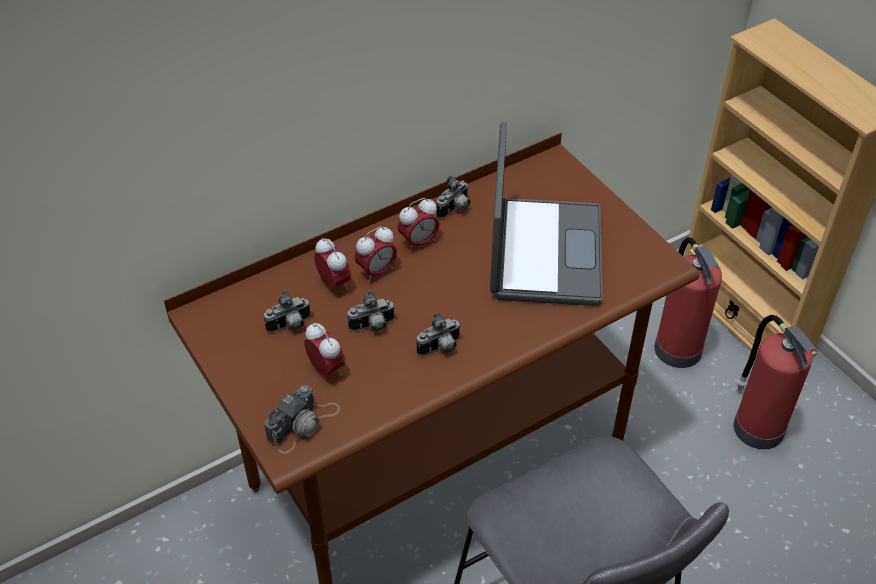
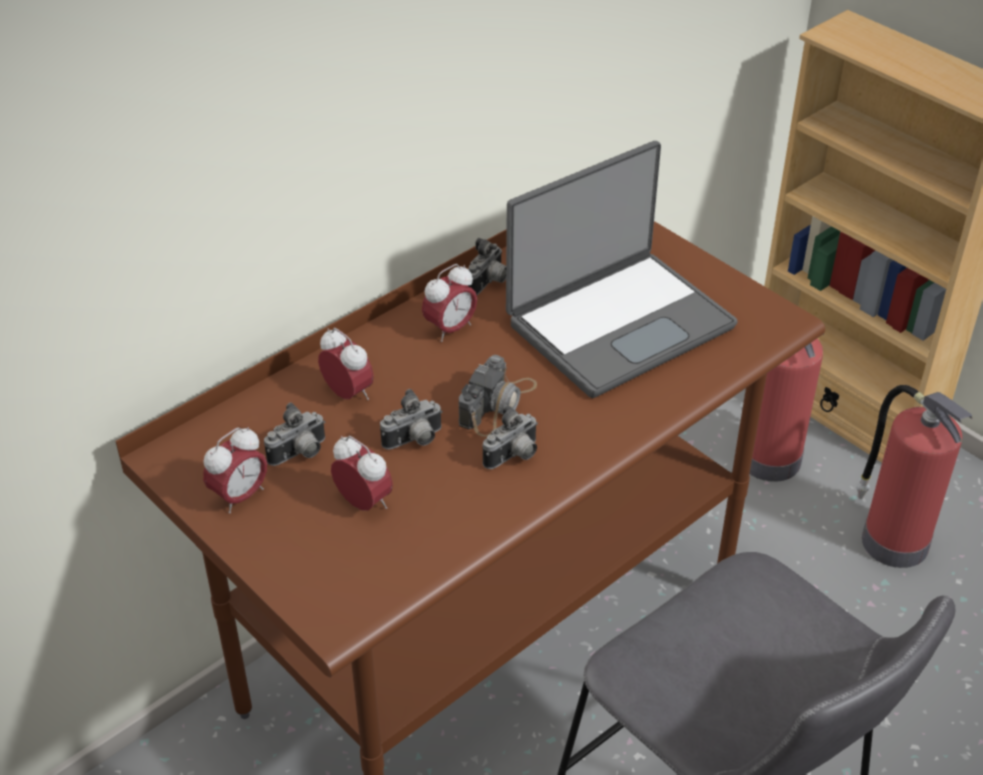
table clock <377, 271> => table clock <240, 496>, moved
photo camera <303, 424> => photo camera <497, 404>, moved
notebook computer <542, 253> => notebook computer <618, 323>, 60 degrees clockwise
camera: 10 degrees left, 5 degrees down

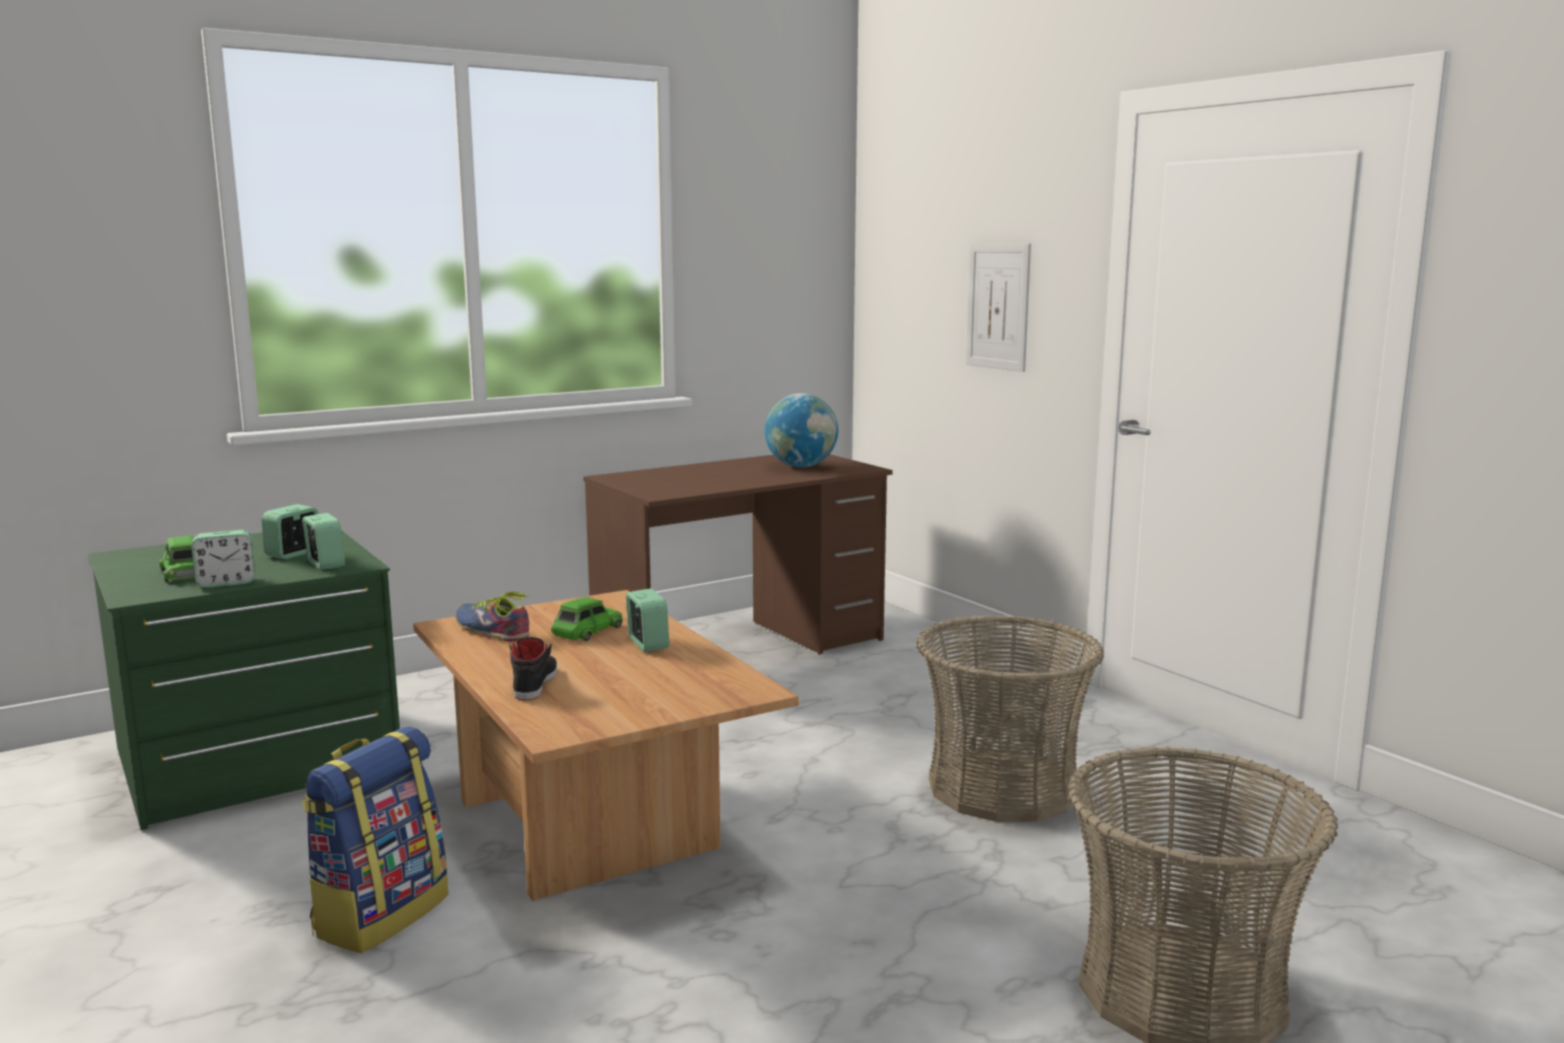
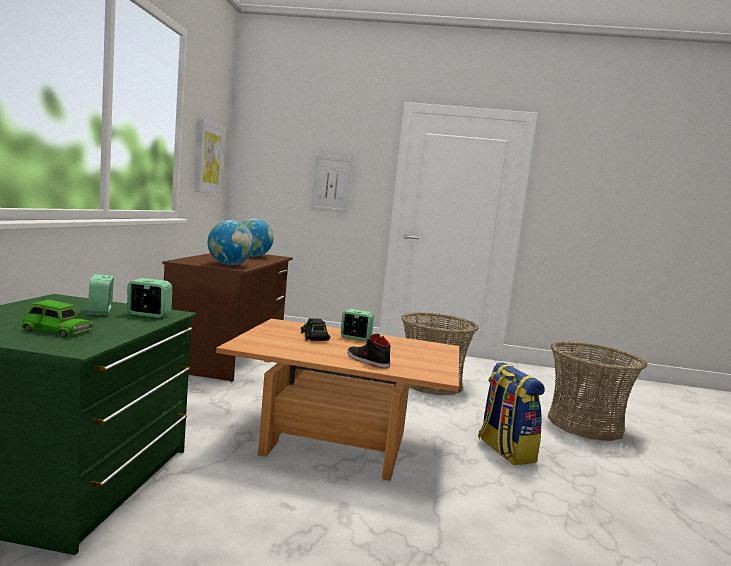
nothing => picture <209, 158>
nothing => desk globe <229, 265>
model car/greenish <587, 631> => model car/black-coloured <314, 337>
backpack <380, 914> => backpack <504, 451>, moved
table clock <226, 583> => nothing
shoe <491, 630> => nothing
camera: 50 degrees left, 5 degrees down

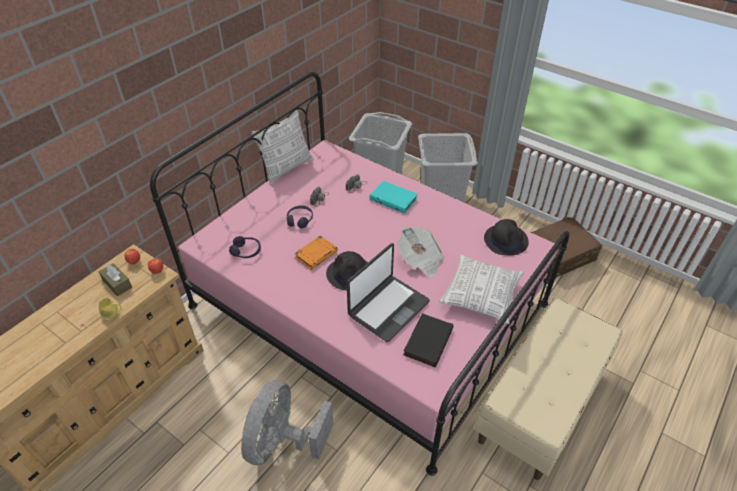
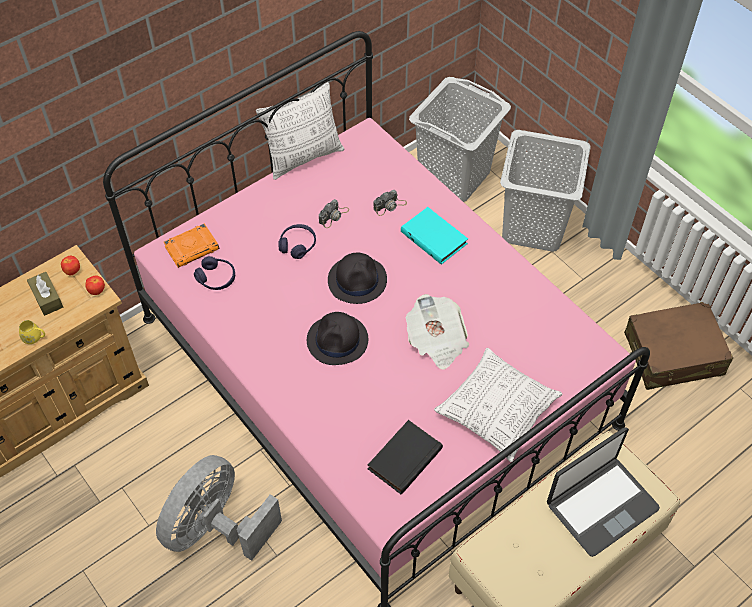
volume/orange-coloured <316, 254> => volume/orange-coloured <192, 248>, moved
clothing hat/black-coloured <506, 240> => clothing hat/black-coloured <357, 280>, moved
notebook computer <388, 308> => notebook computer <601, 505>, moved
camera: 15 degrees right, 10 degrees up

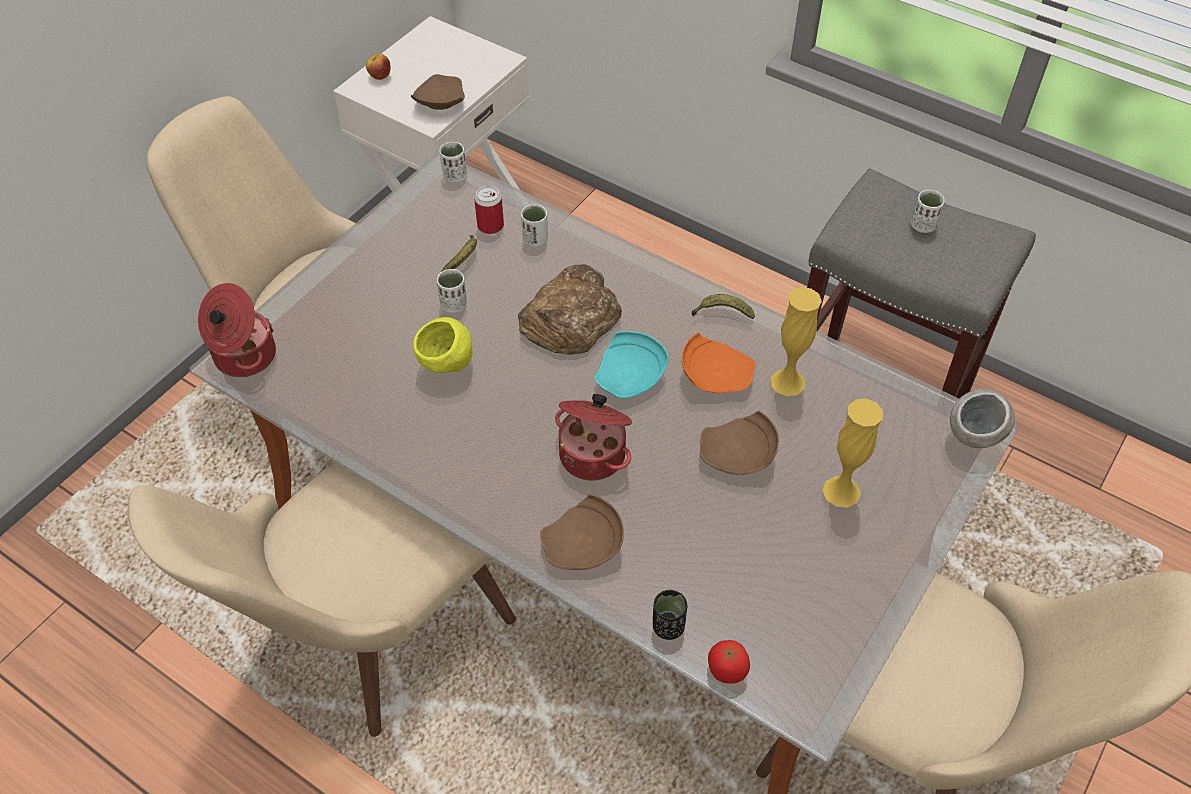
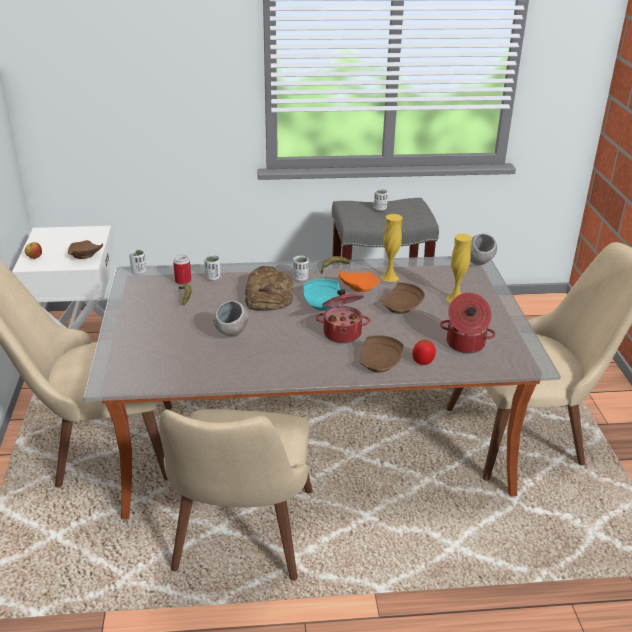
bowl/yellowish <447, 367> => bowl/gray <232, 335>
cup/white <454, 305> => cup/white <300, 278>, moved
fresh tomato <726, 672> => fresh tomato <423, 362>, moved
cooking pot <243, 356> => cooking pot <465, 344>, moved
cup/black-coloured <668, 626> => nothing
camera: 40 degrees left, 20 degrees down

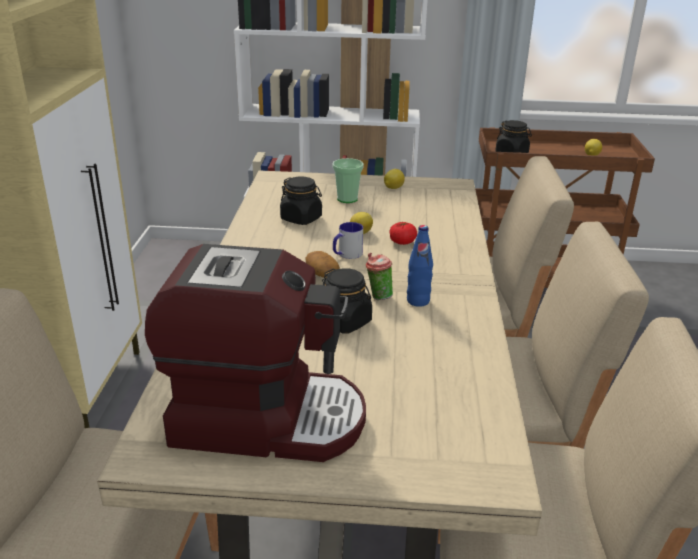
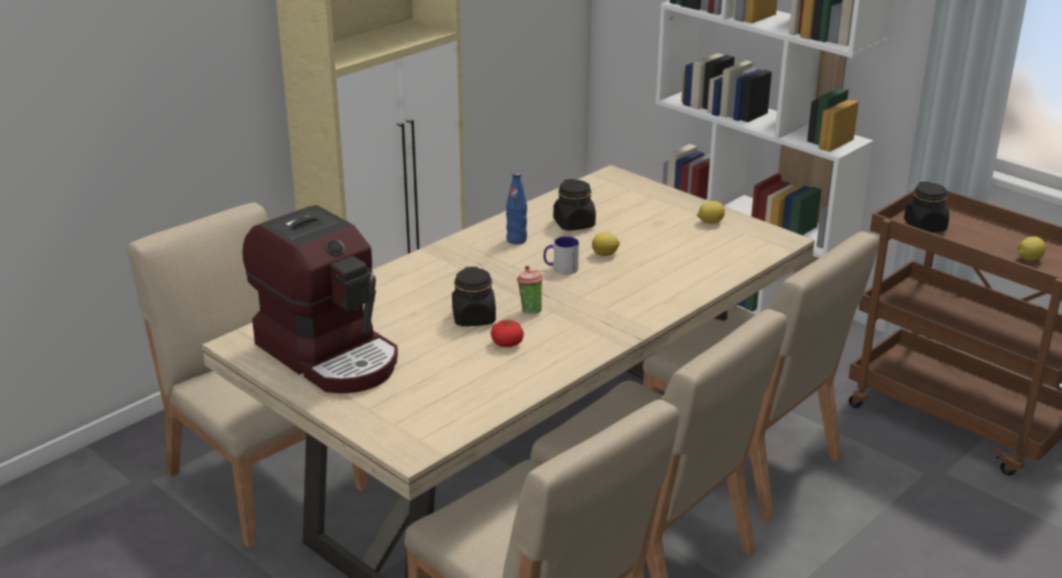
fresh tomato <402, 242> => fresh tomato <507, 343>, moved
bottle/bluish <418, 301> => bottle/bluish <516, 240>, moved
whole potato <321, 273> => nothing
cup <347, 199> => nothing
camera: 40 degrees right, 0 degrees up

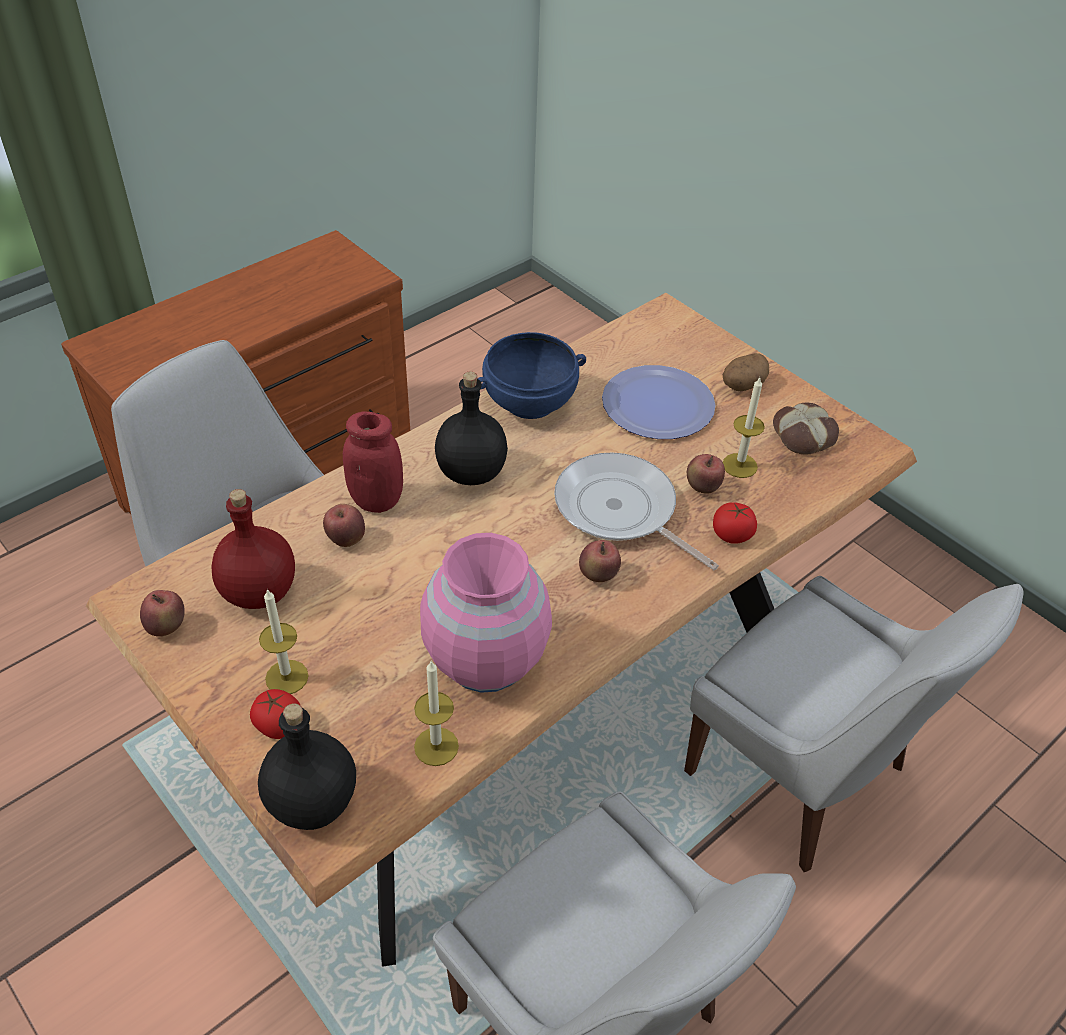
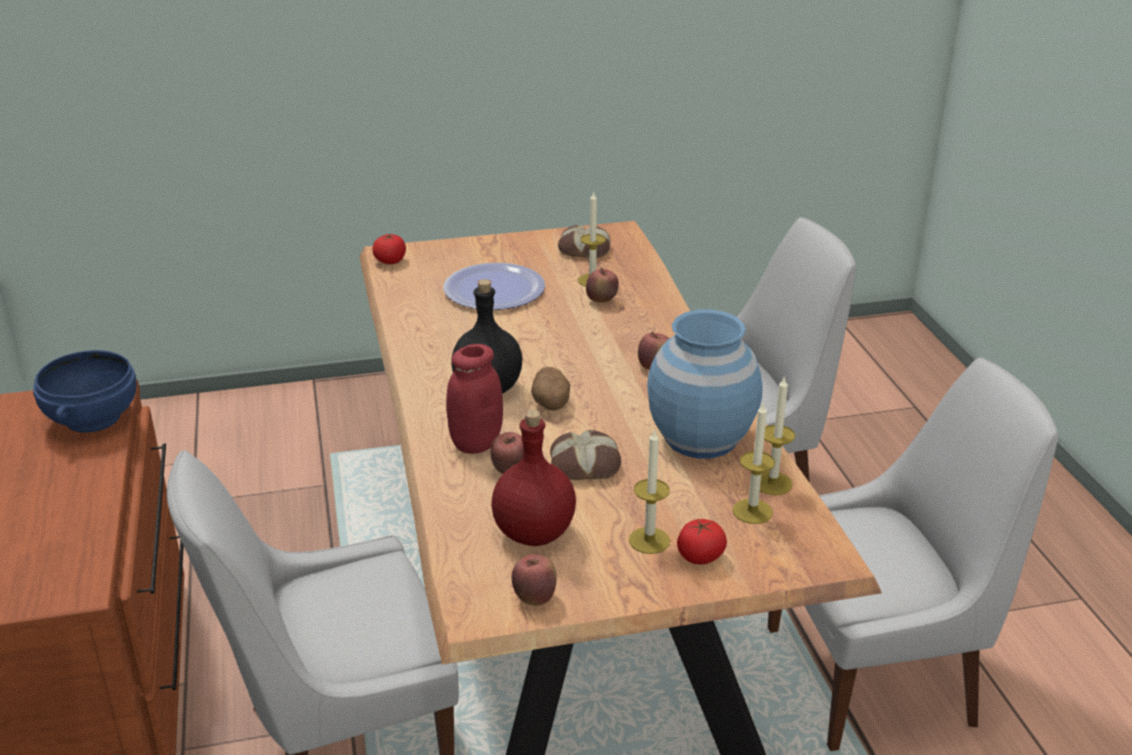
bowl/bluish <529, 401> => bowl/bluish <92, 418>, moved
fresh tomato <732, 535> => fresh tomato <390, 261>, moved
whole potato <742, 385> => whole potato <551, 404>, moved
nothing => baked bread <585, 463>
flower vase/pinkish <486, 658> => flower vase/bluish <700, 438>
nothing => candle <752, 511>
bottle/black-coloured <313, 803> => nothing
pan <620, 511> => nothing
camera: 60 degrees left, 15 degrees down

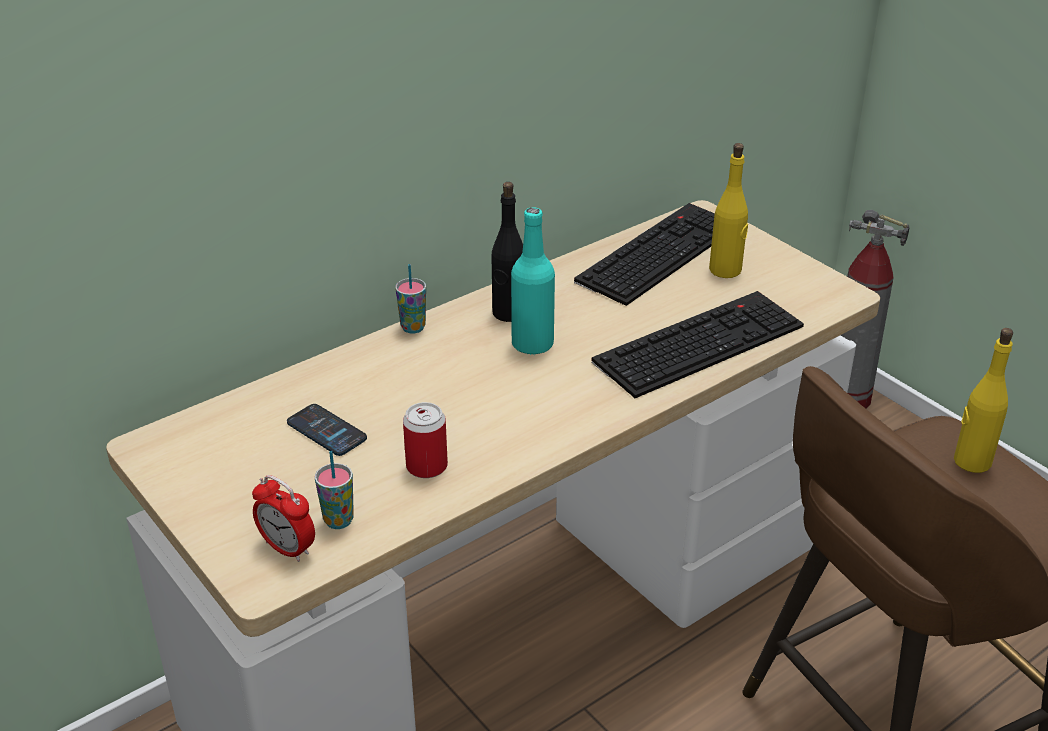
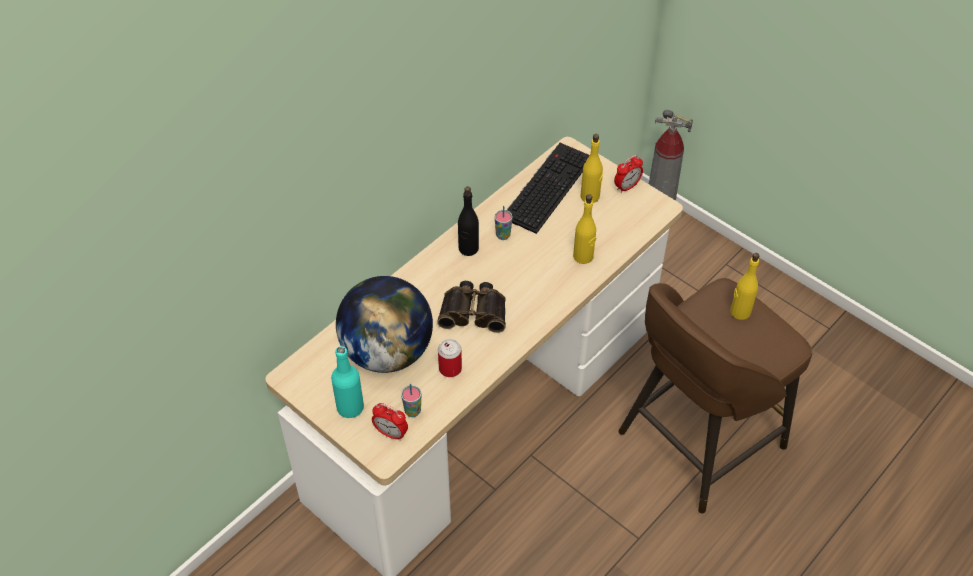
bottle/turquoise <532, 344> => bottle/turquoise <350, 408>, moved
handset <326, 431> => desk globe <387, 352>
nothing => field glasses <474, 311>
cup <413, 328> => cup <503, 235>, moved
computer keyboard <699, 342> => bottle/yellowish <583, 256>
nothing => table clock <627, 187>
camera: 10 degrees left, 15 degrees up

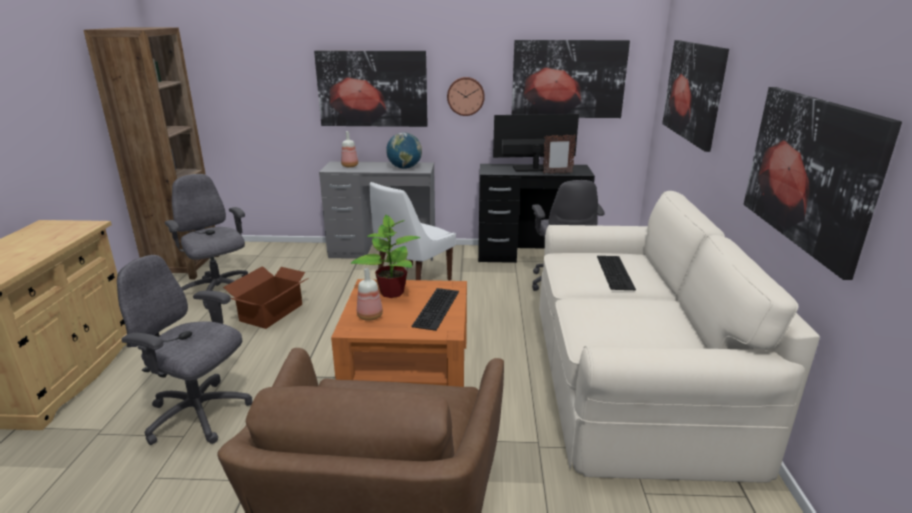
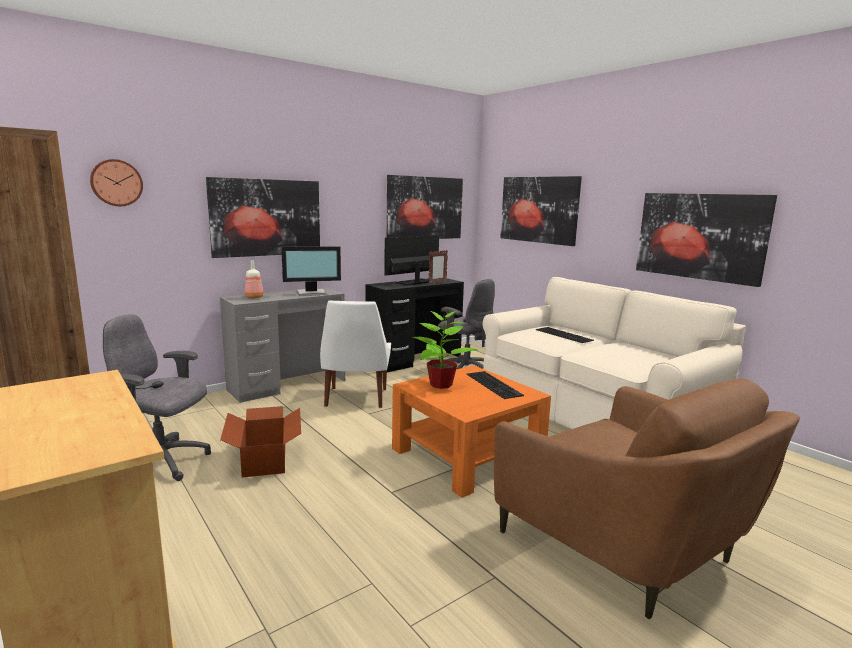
wall clock <465, 96> => wall clock <116, 183>, moved
desk globe <404, 168> => monitor <312, 293>
office chair/gray <199, 415> => nothing
bottle <369, 316> => nothing
camera: 40 degrees left, 10 degrees down

